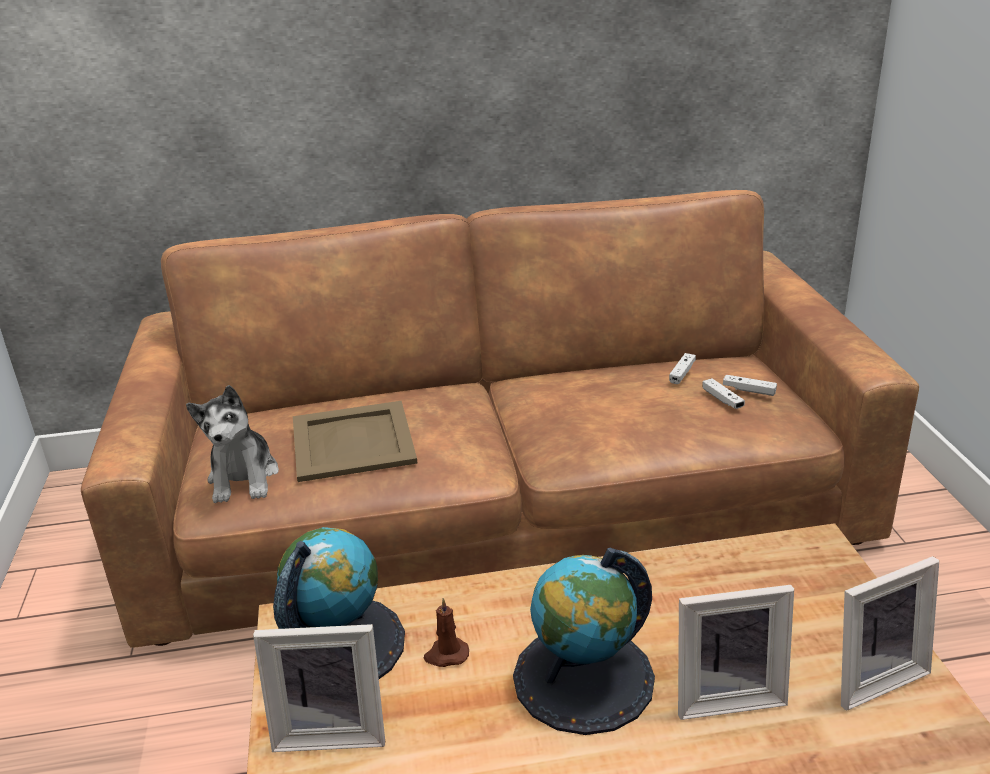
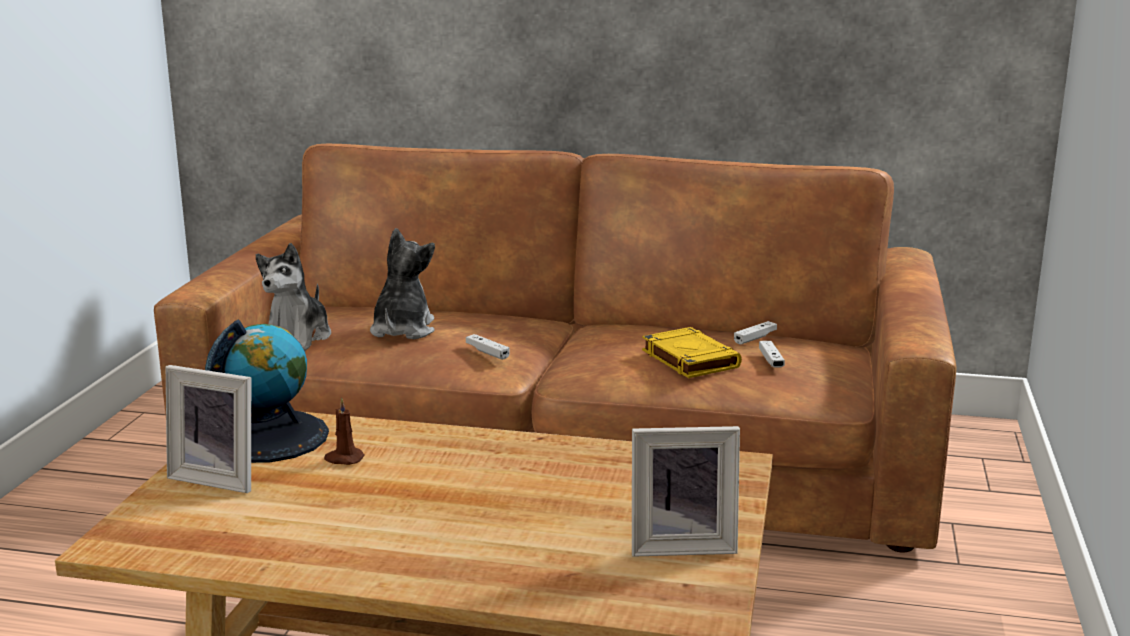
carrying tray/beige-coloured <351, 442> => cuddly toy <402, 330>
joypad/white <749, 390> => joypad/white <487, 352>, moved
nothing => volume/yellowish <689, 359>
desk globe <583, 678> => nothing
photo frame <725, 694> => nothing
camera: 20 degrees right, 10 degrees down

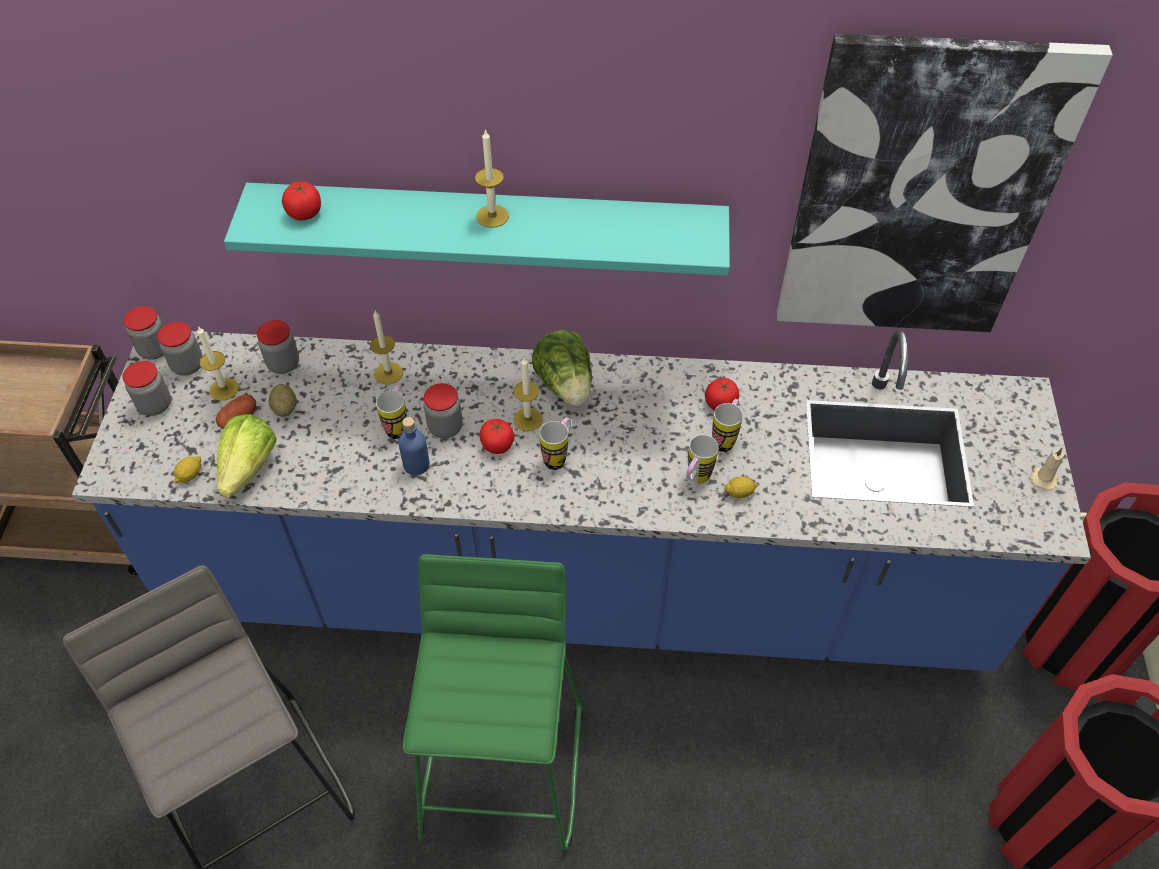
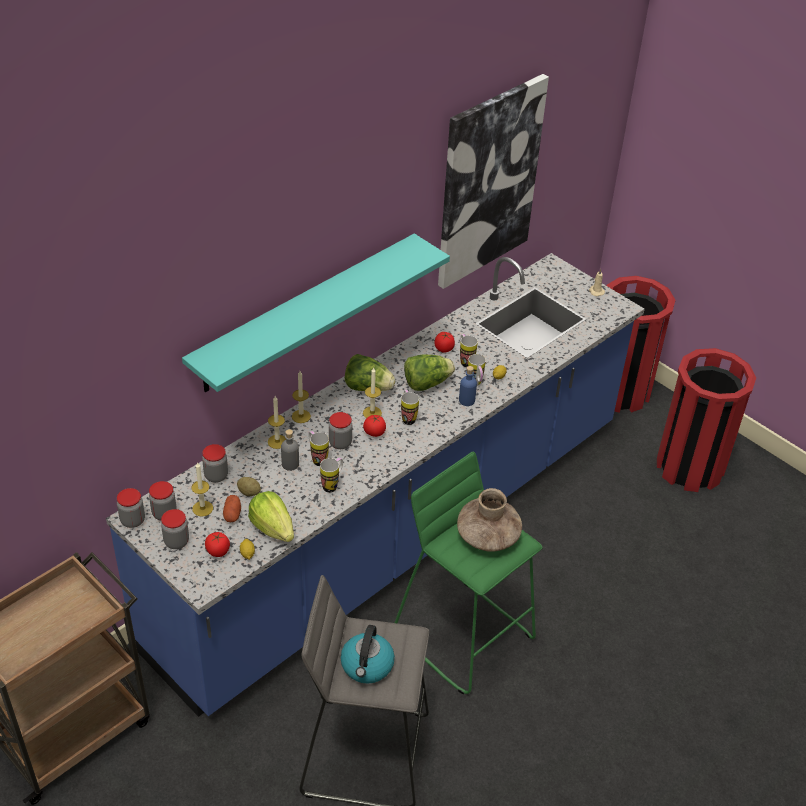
fresh tomato <305, 213> => fresh tomato <218, 551>, moved
nothing => bottle/gray <290, 464>
candle <492, 216> => candle <301, 416>, moved
nothing => coffee mug <332, 485>
nothing => tea kettle <367, 666>
nothing => head of lettuce <427, 383>
nothing => flower vase/brown-coloured <488, 536>
bottle/bluish <416, 464> => bottle/bluish <466, 400>, moved
camera: 50 degrees left, 10 degrees down

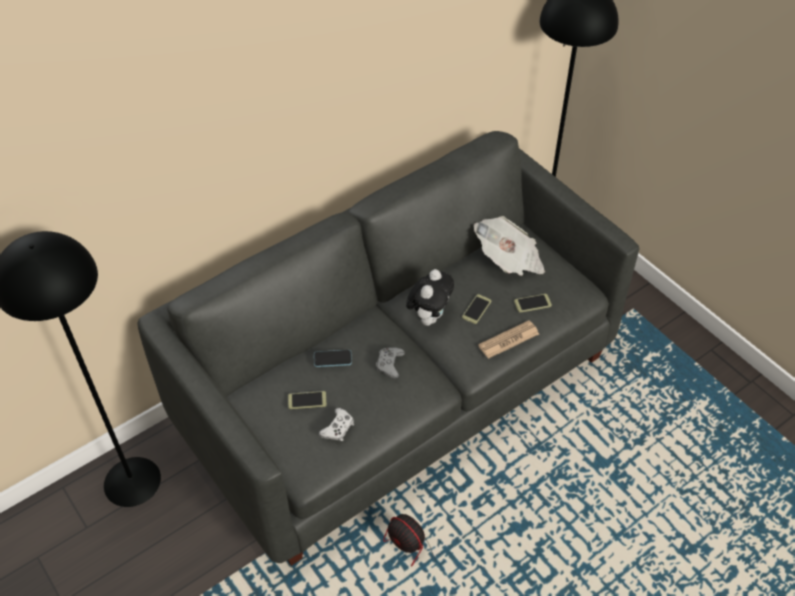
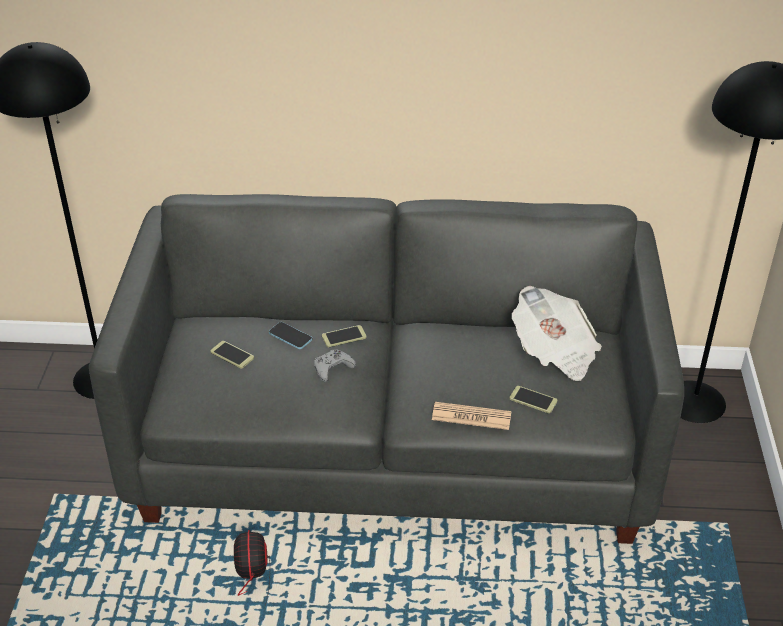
handset <476, 309> => handset <344, 337>, moved
joypad/white <338, 428> => nothing
cuddly toy <429, 316> => nothing
camera: 40 degrees right, 10 degrees down

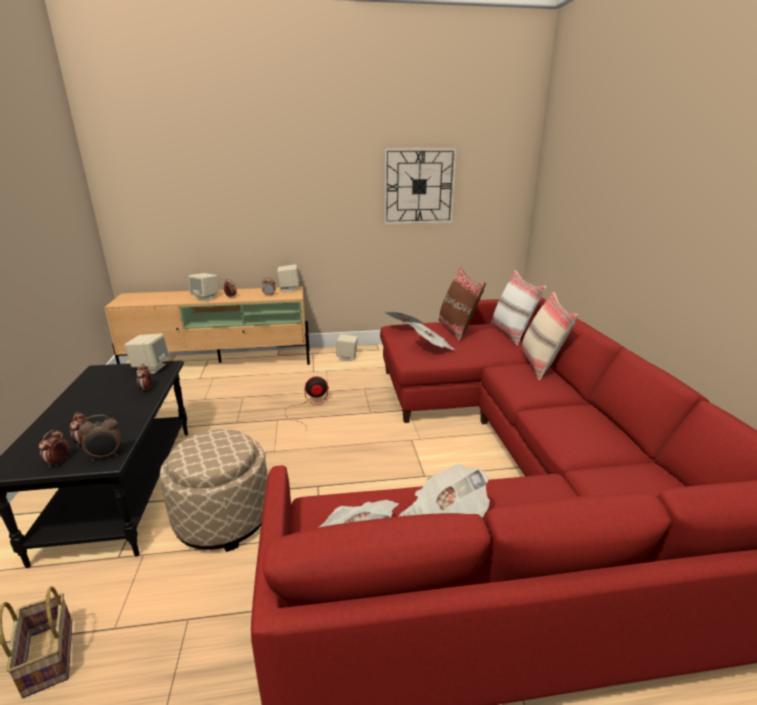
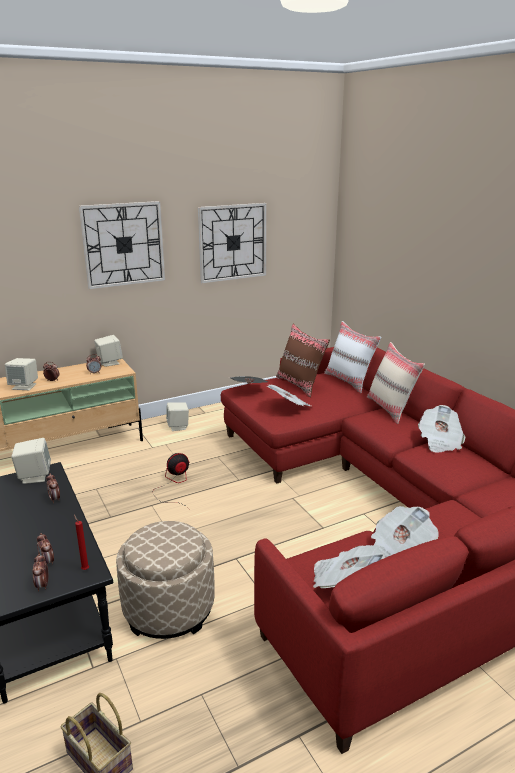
table clock <106, 456> => candle/red <84, 569>
nothing => wall clock <123, 244>
nothing => daily paper <440, 441>
camera: 20 degrees left, 0 degrees up

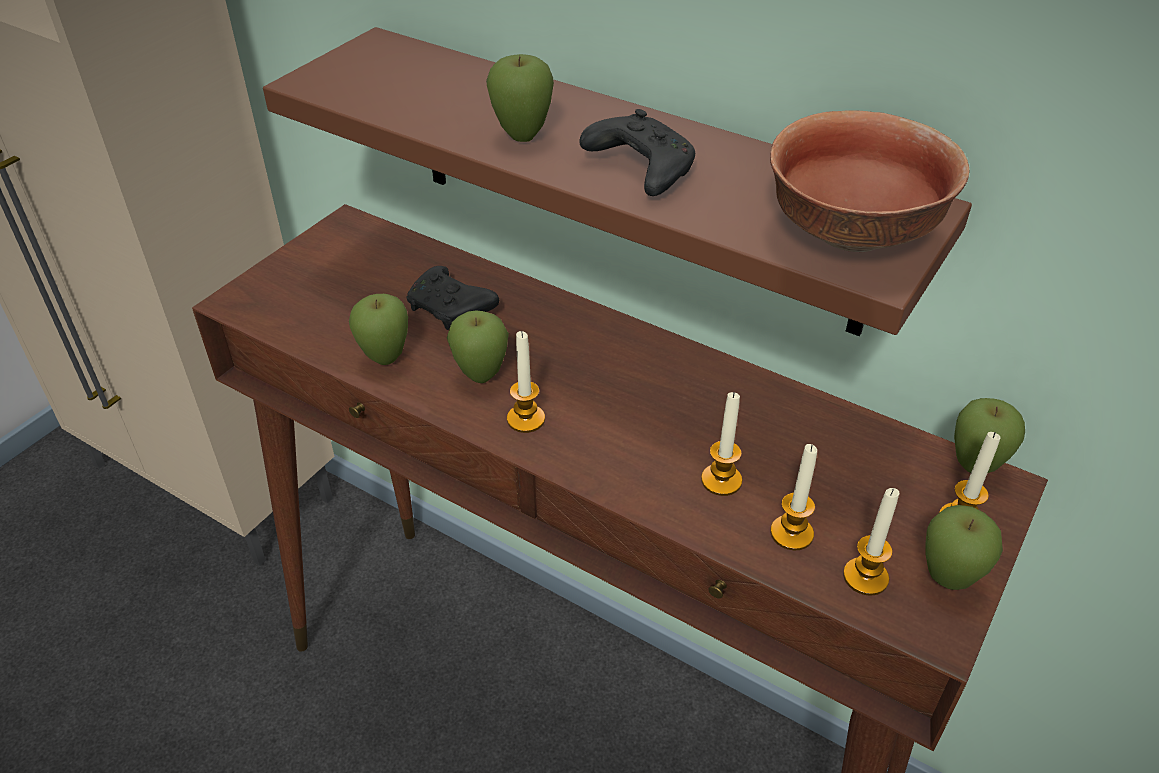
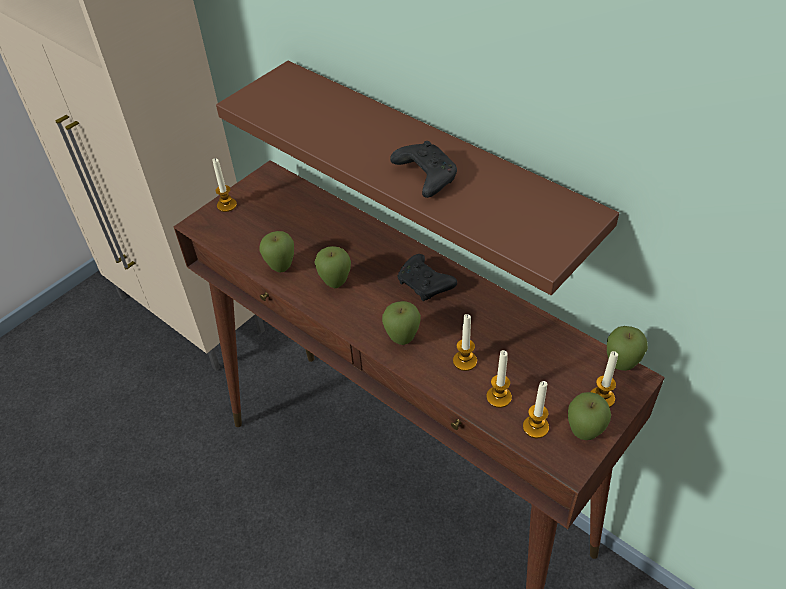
candle <526, 419> => candle <227, 205>, moved
apple <522, 137> => apple <402, 340>, moved
joypad/black-coloured <451, 310> => joypad/black-coloured <425, 285>, moved
bowl <854, 236> => nothing
camera: 10 degrees right, 5 degrees up

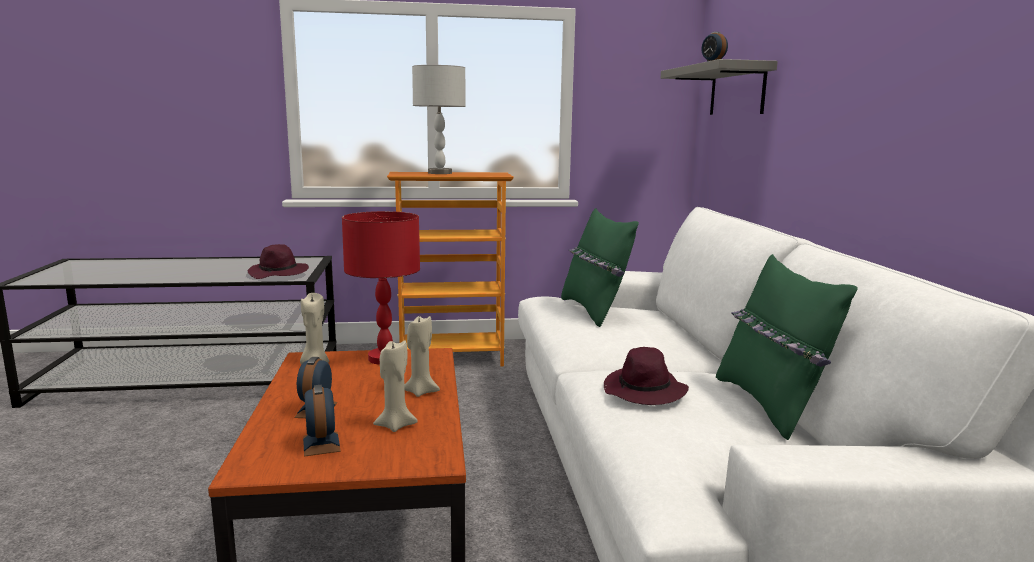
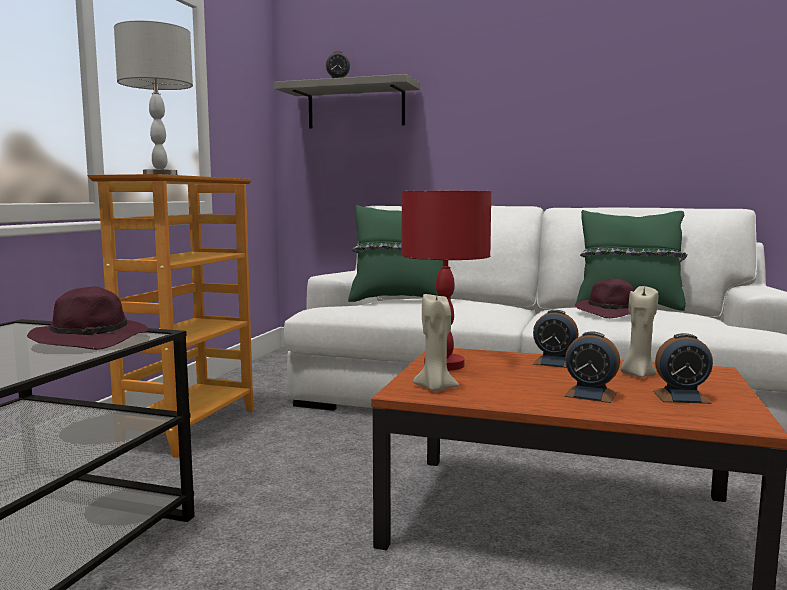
candle/beige-coloured <420, 391> => table clock <554, 362>
camera: 65 degrees left, 5 degrees down

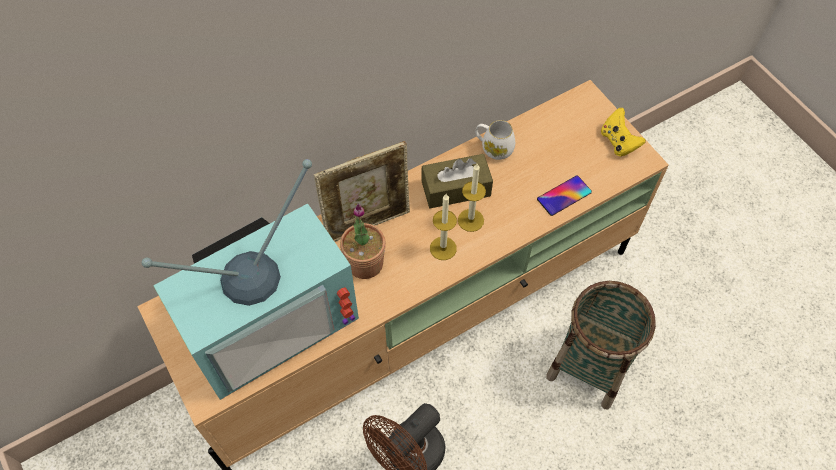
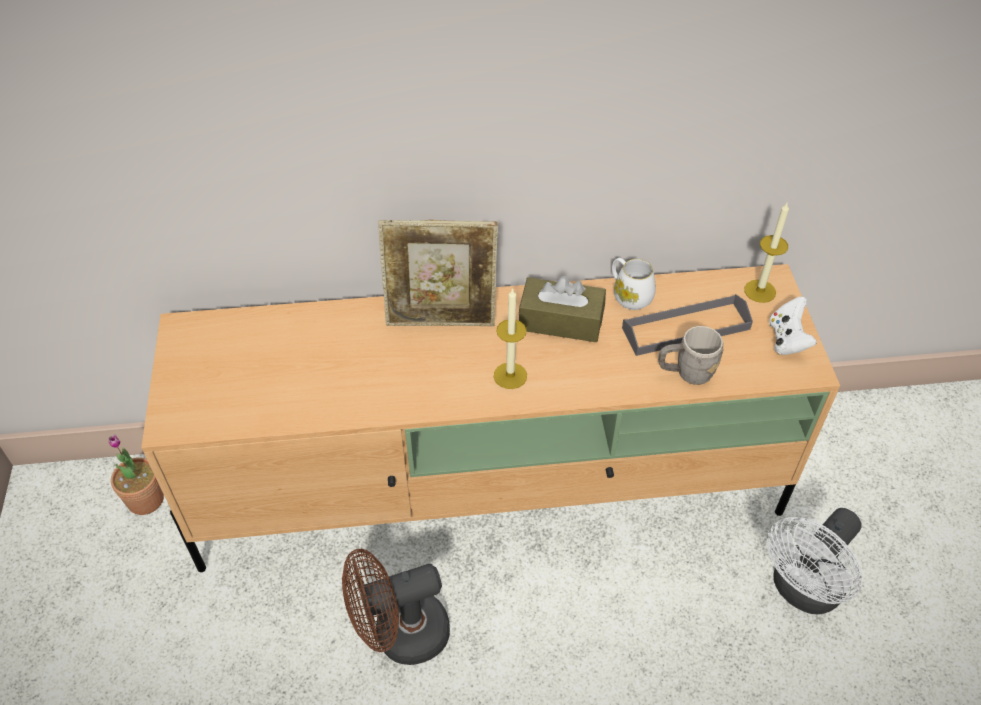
potted plant <365, 263> => potted plant <145, 499>, moved
nothing => carrying tray/gray <686, 328>
handset <564, 196> => coffee mug/gray <686, 372>
candle <470, 220> => candle <760, 291>, moved
nothing => electric fan/white <802, 591>
joypad/yellowish <618, 142> => joypad/white <787, 339>
TV <270, 319> => nothing
storage basket <590, 366> => nothing
camera: 25 degrees right, 10 degrees down

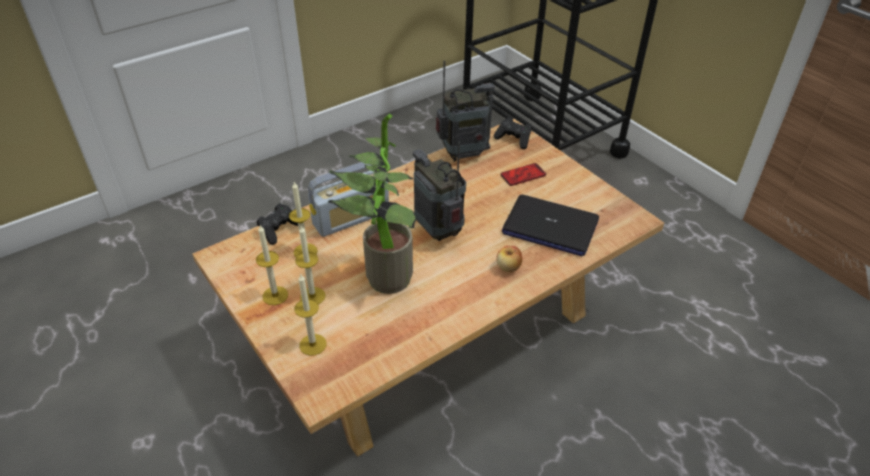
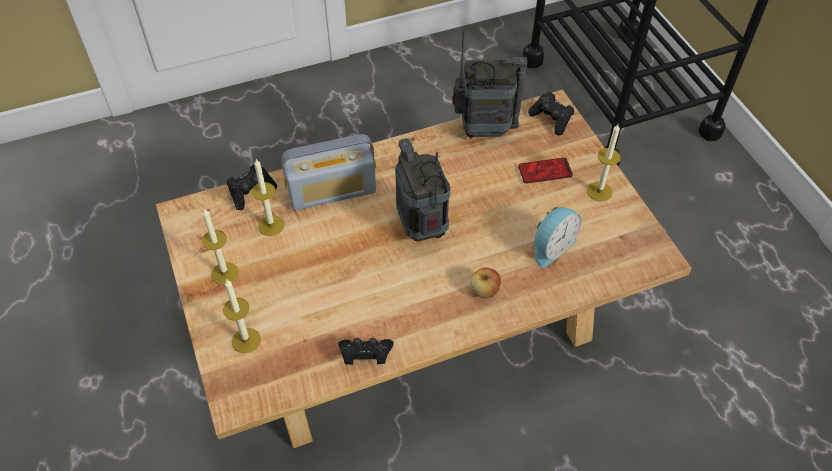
nothing => joypad/black-coloured <365, 356>
notebook computer <549, 227> => table clock <551, 247>
candle <312, 296> => candle <599, 191>, moved
potted plant <382, 278> => nothing
camera: 15 degrees right, 10 degrees up

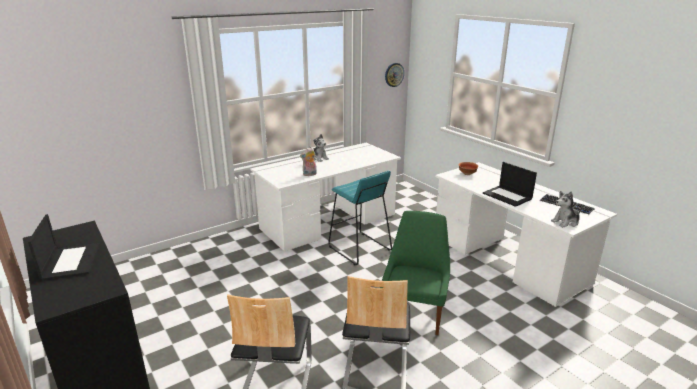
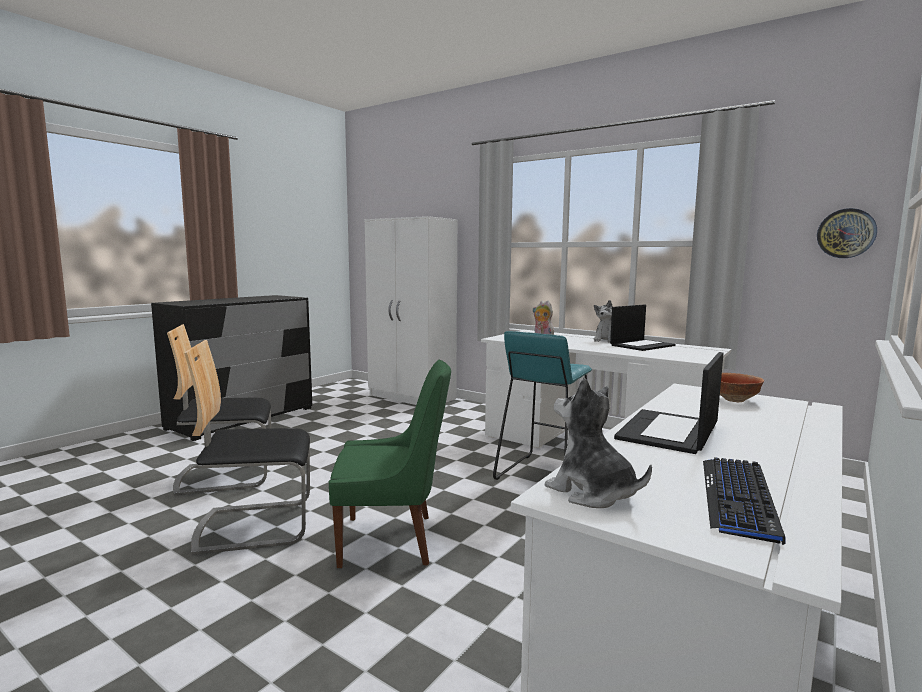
nothing => wardrobe/white <412, 397>
notebook computer <71, 261> => notebook computer <642, 345>, moved
camera: 70 degrees right, 15 degrees down

